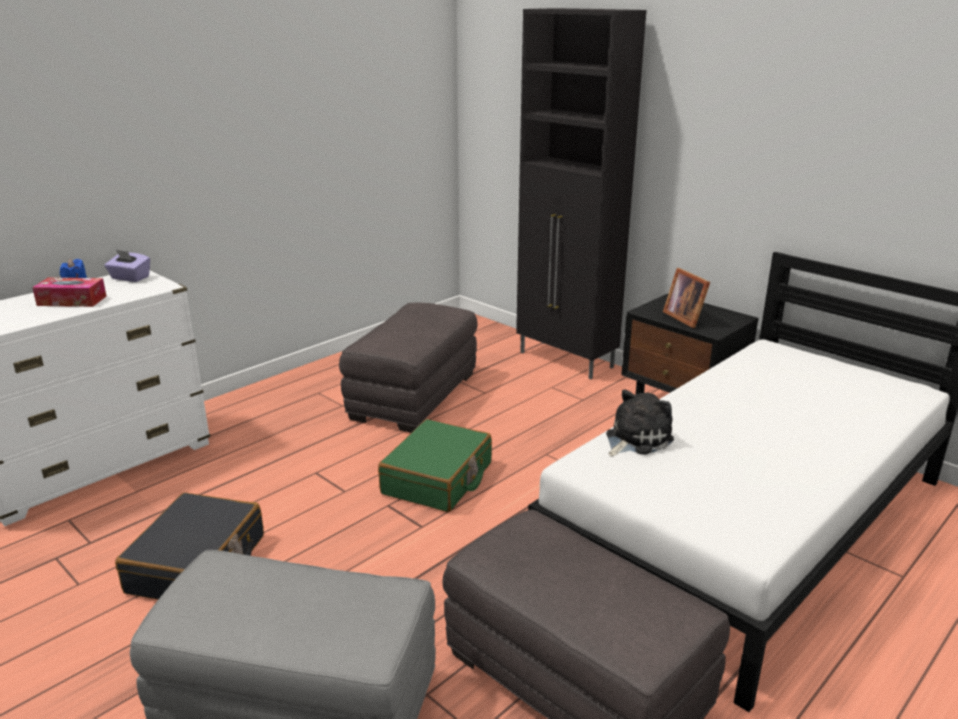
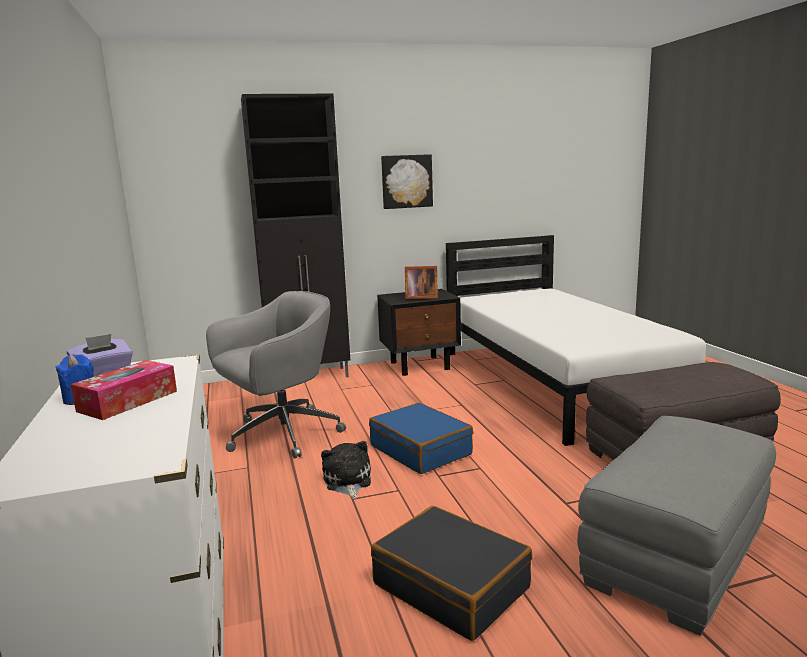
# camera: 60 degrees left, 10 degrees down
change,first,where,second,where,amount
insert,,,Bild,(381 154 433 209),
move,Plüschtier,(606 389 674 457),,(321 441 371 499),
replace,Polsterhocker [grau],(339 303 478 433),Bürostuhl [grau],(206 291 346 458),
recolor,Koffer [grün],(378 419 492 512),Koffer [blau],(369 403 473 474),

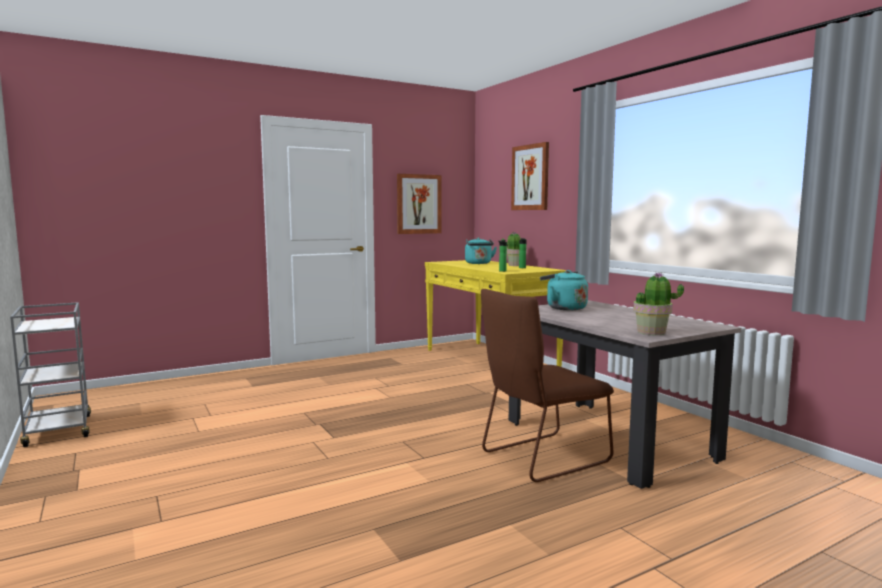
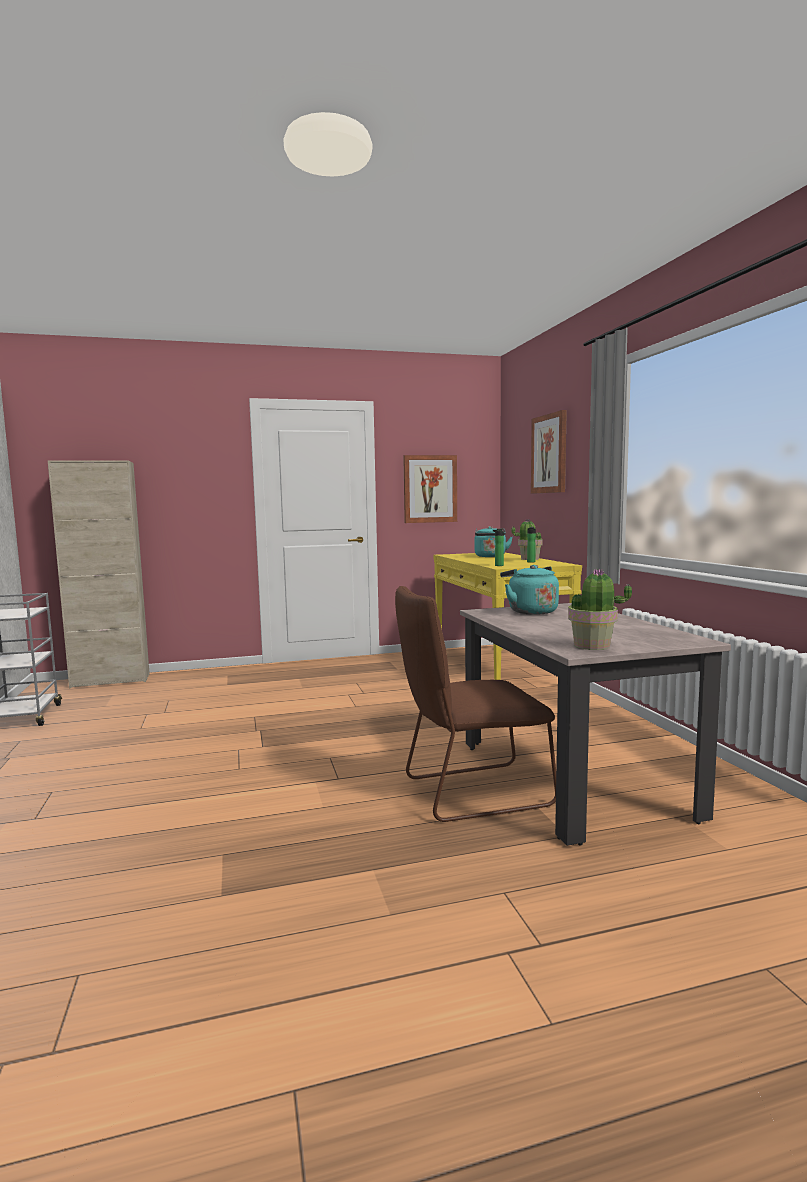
# camera: 15 degrees right, 0 degrees up
change,first,where,second,where,amount
insert,,,Schrank [beige],(48 460 150 688),

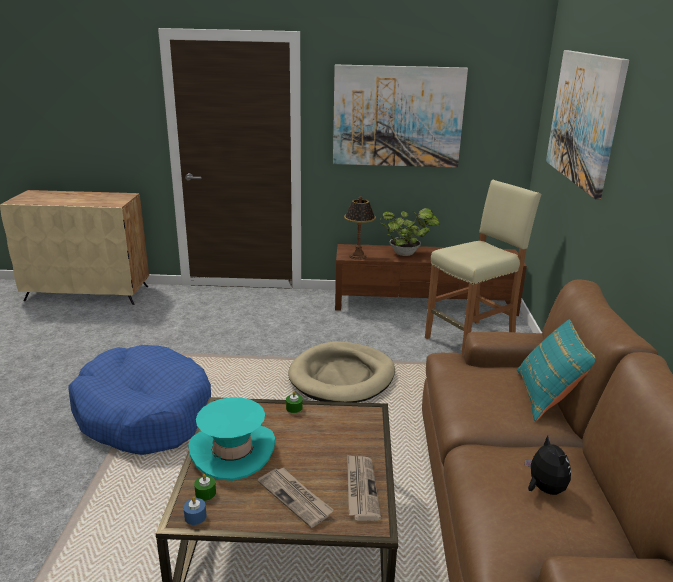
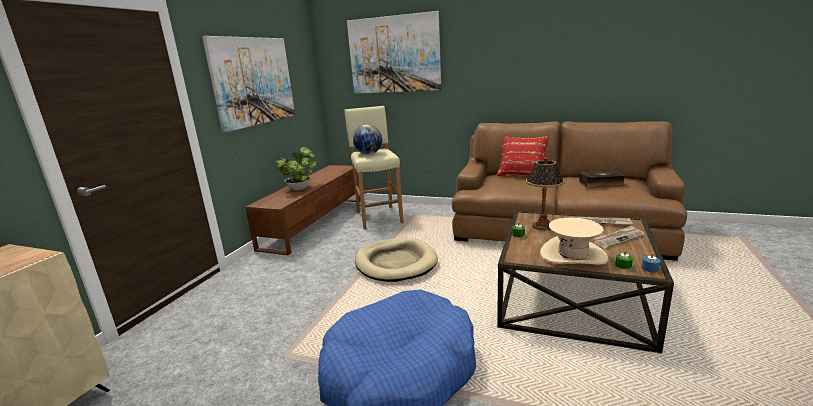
# camera: 70 degrees left, 5 degrees down
change,first,where,second,where,amount
insert,,,Globus,(353 125 382 155),
move,Tischlampe,(344 197 376 260),,(526 157 565 230),
replace,Plüschtier,(525 436 571 495),Buch,(579 170 626 188),
recolor,Hut [türkis],(188 397 275 481),Hut [beige],(540 218 608 265),
recolor,Kissen [türkis],(517 319 595 422),Kissen [rot],(497 137 549 176),

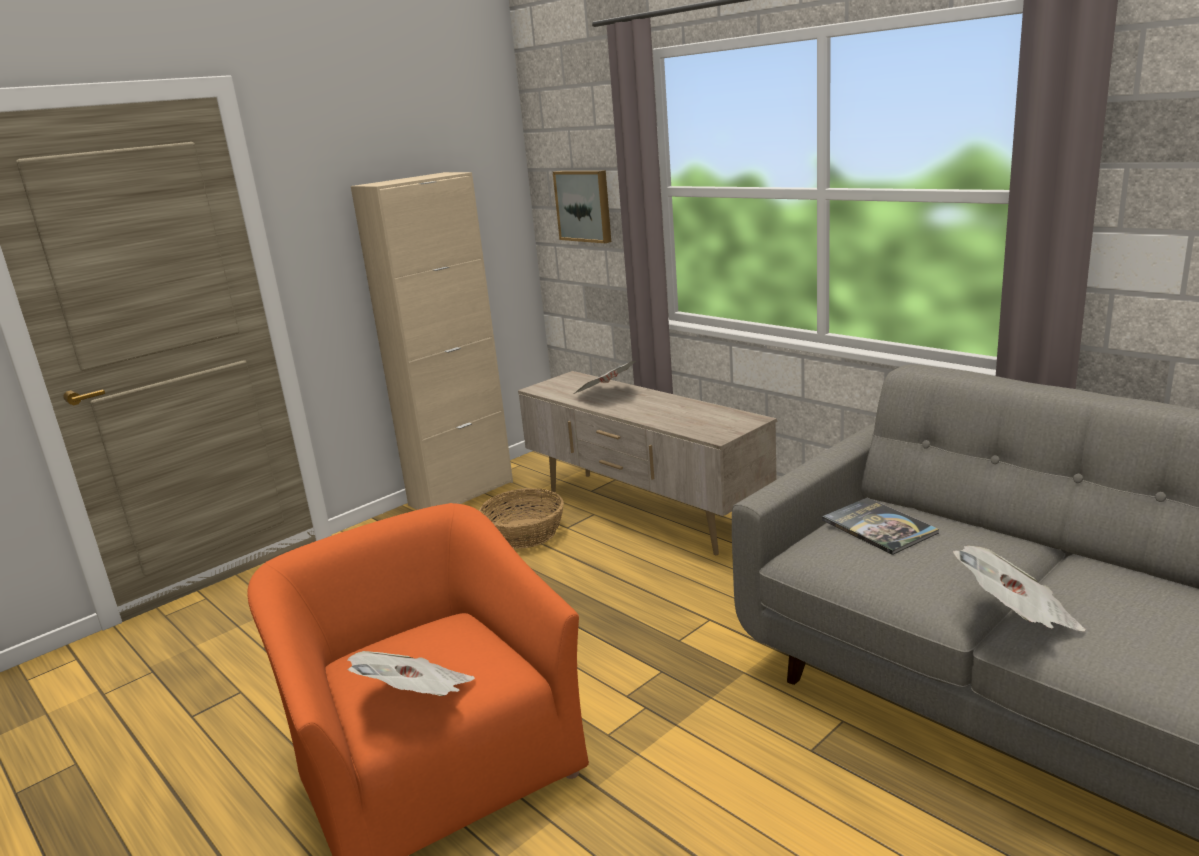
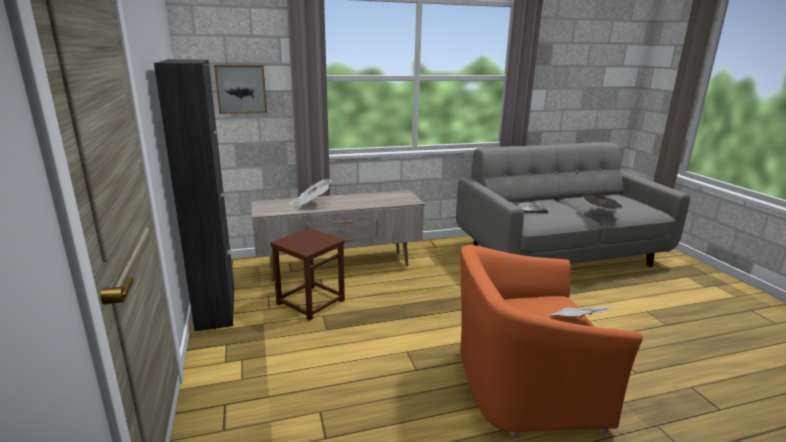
# camera: 65 degrees left, 0 degrees up
change,first,where,second,where,amount
replace,Korb,(479 488 564 549),Hocker [braun],(270 228 345 321),
recolor,Schrank [beige],(351 172 513 510),Schrank [schwarz],(154 59 234 331),

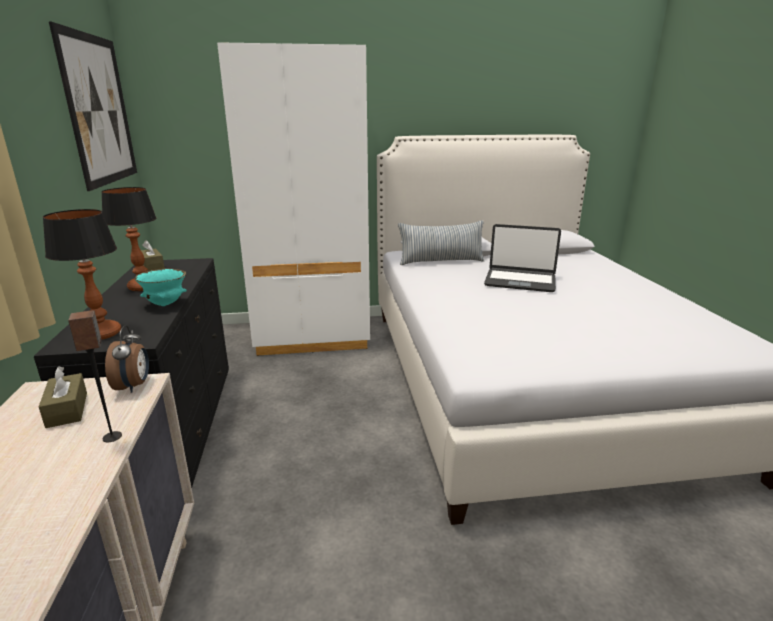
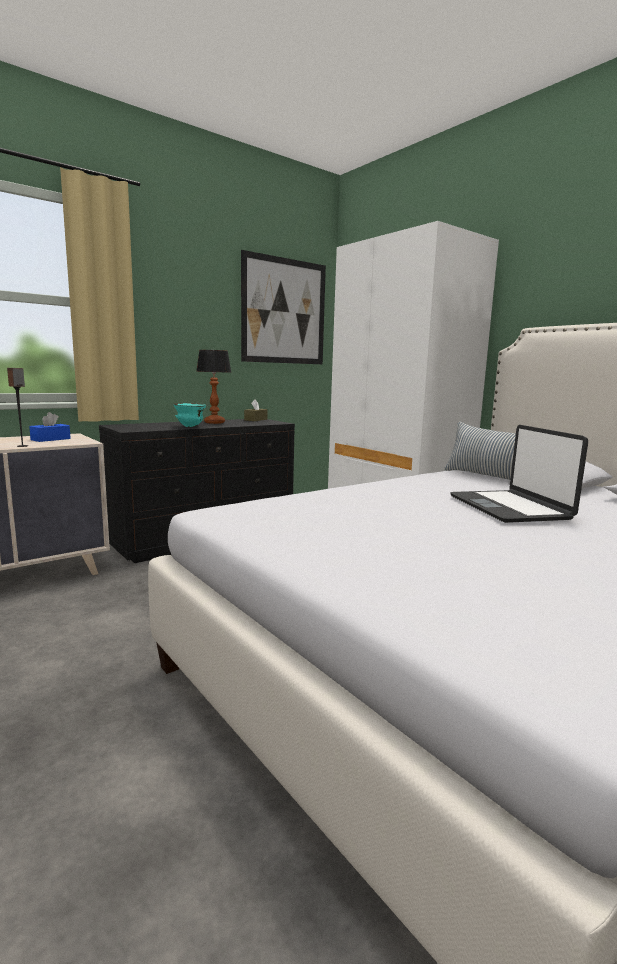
# camera: 60 degrees right, 10 degrees down
change,first,where,second,where,amount
delete,Tischlampe,(43 209 121 340),,,
delete,Wecker,(105 325 149 393),,,
recolor,Taschentuchbox [braun],(39 366 87 428),Taschentuchbox [blau],(29 412 71 442),

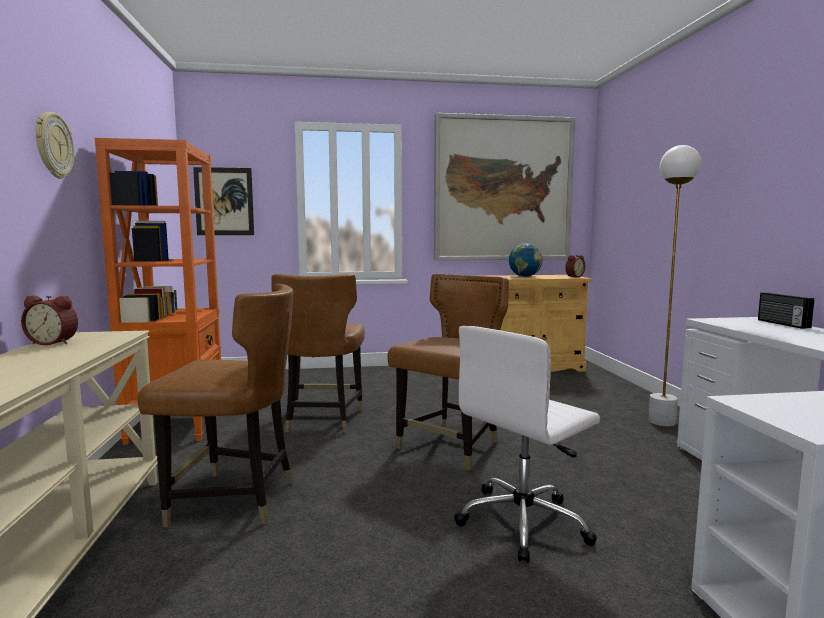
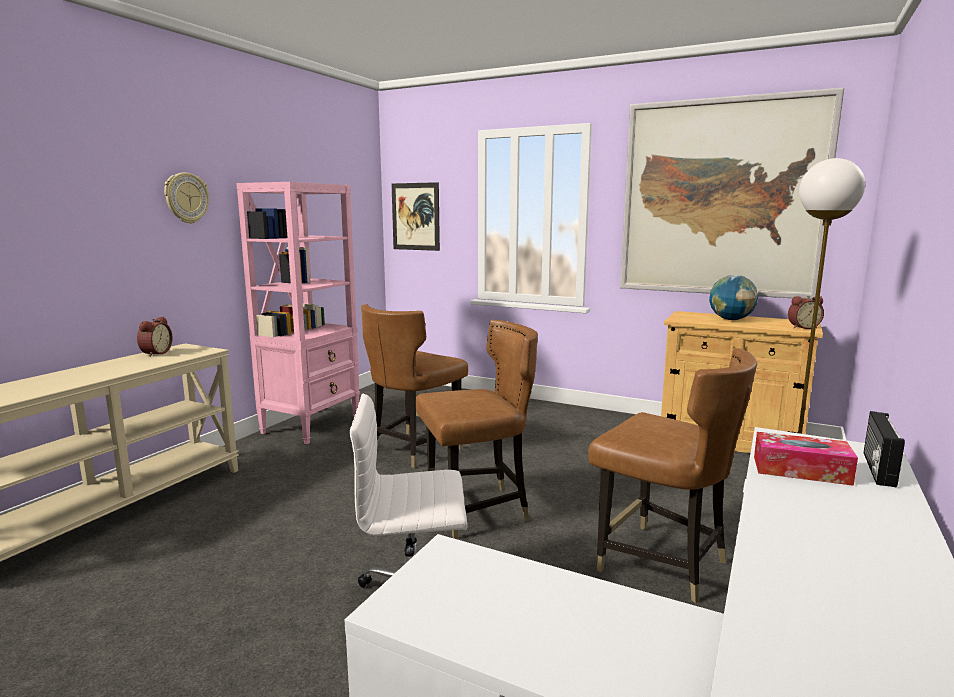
# camera: 35 degrees right, 5 degrees up
change,first,where,second,where,amount
insert,,,Taschentuchbox,(754 432 858 486),
move,Stuhl [braun],(137 284 293 527),,(588 348 757 603),
recolor,Bücherregal [orange],(95 138 221 445),Bücherregal [rosa],(236 182 360 444),
rotate,Wecker,(21 296 78 345),,(137 317 173 357),120 degrees counterclockwise

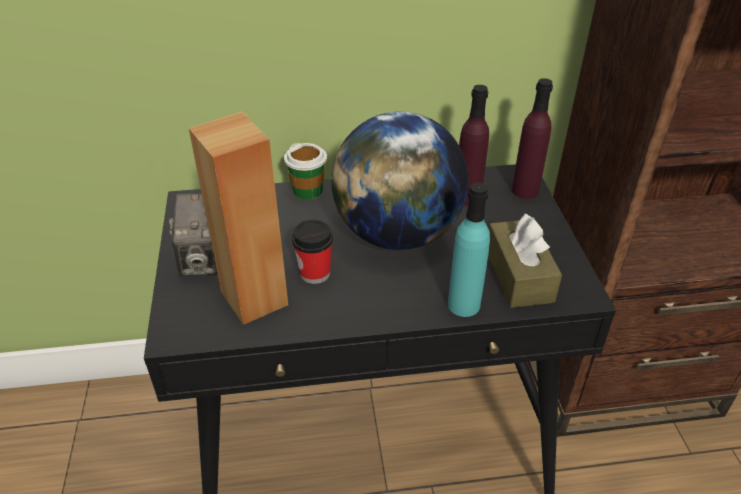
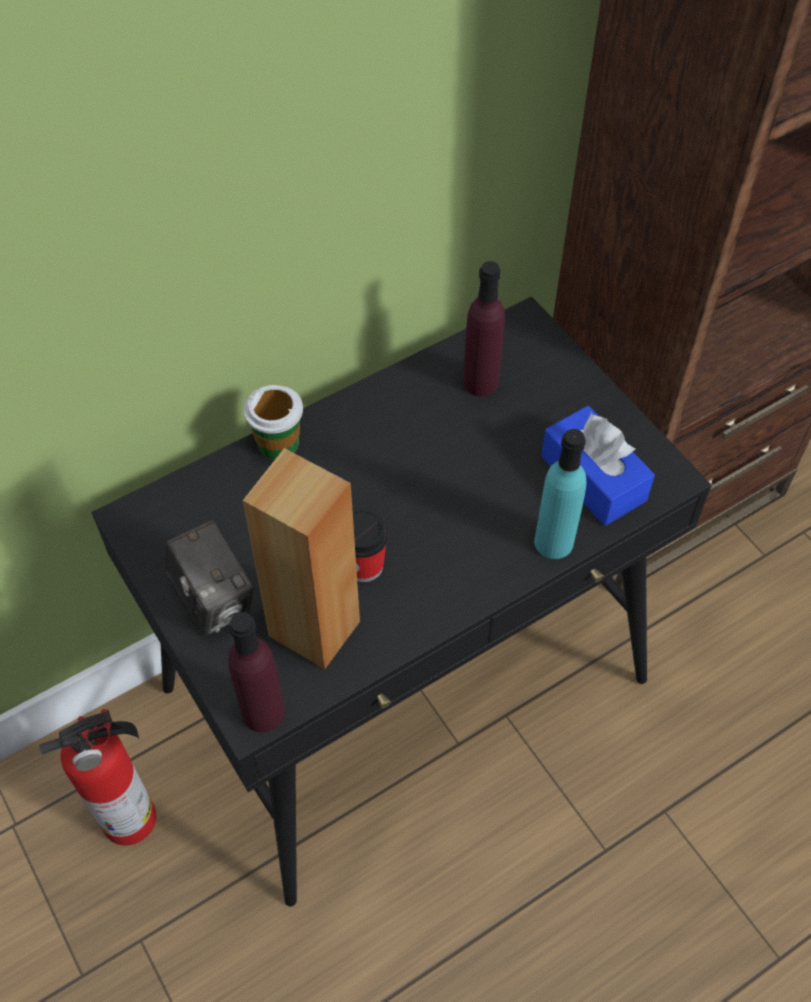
# camera: 25 degrees left, 15 degrees up
change,first,where,second,where,amount
delete,Globus,(331 112 469 250),,,
insert,,,Feuerlöscher,(39 709 156 845),
move,Flasche [lila],(512 78 553 199),,(228 612 285 732),
recolor,Taschentuchbox [braun],(488 214 562 308),Taschentuchbox [blau],(541 406 655 526),

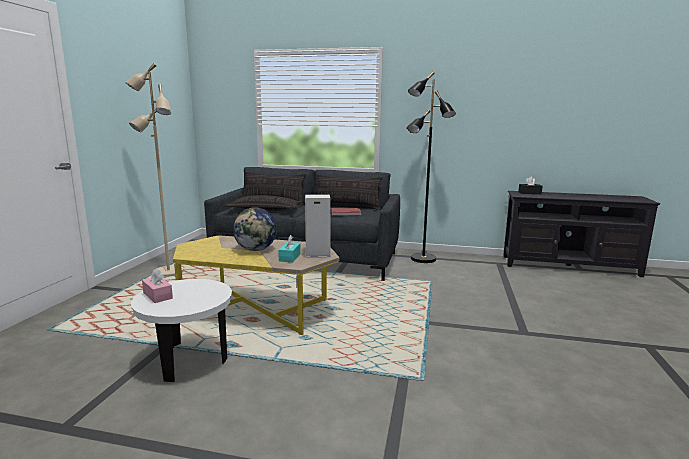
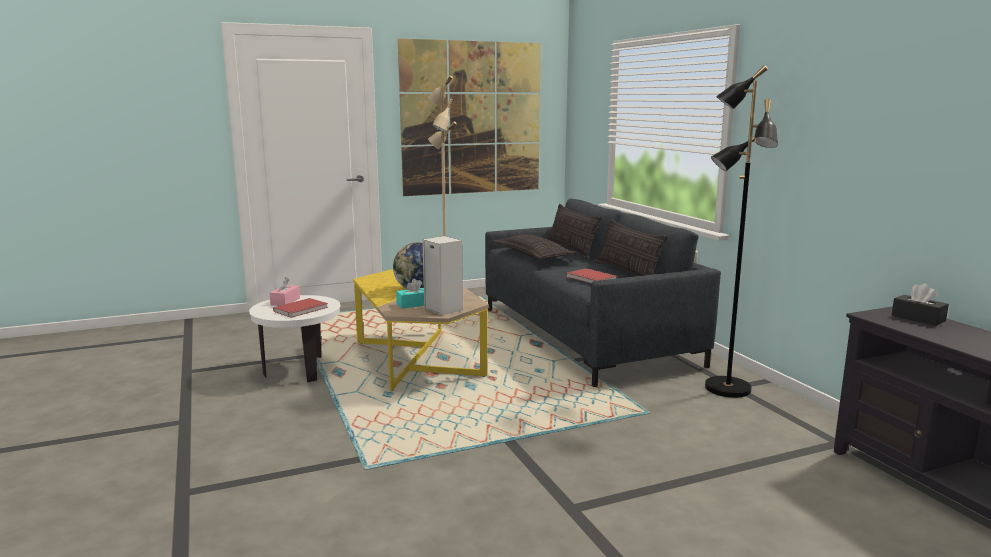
# camera: 55 degrees right, 0 degrees up
change,first,where,second,where,amount
insert,,,Buch [rot],(273 298 328 318),
insert,,,Bild,(398 38 541 196),

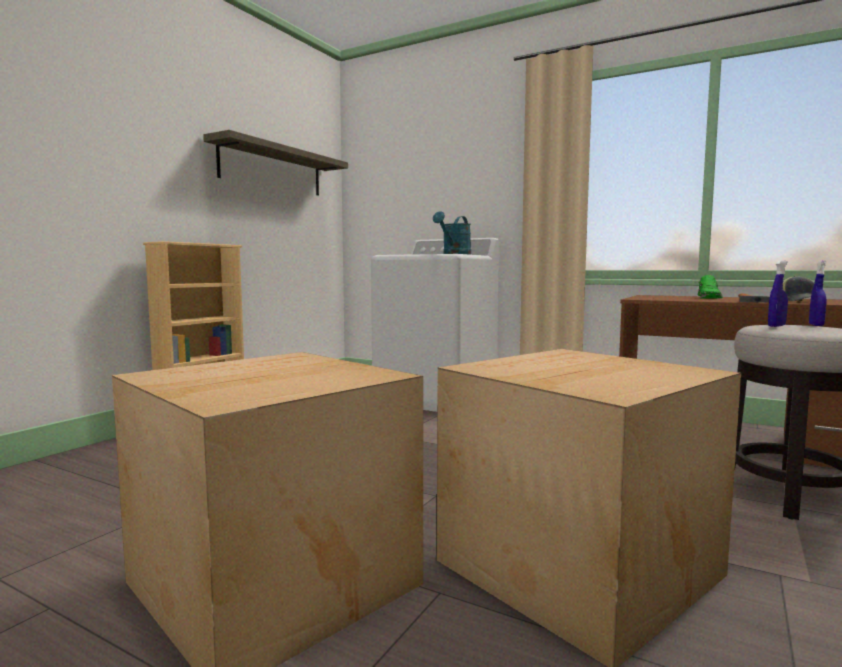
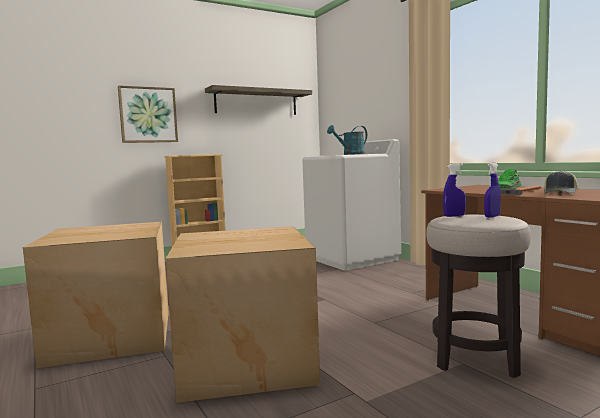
# camera: 30 degrees right, 0 degrees up
change,first,where,second,where,amount
insert,,,Bild,(118 85 178 143),

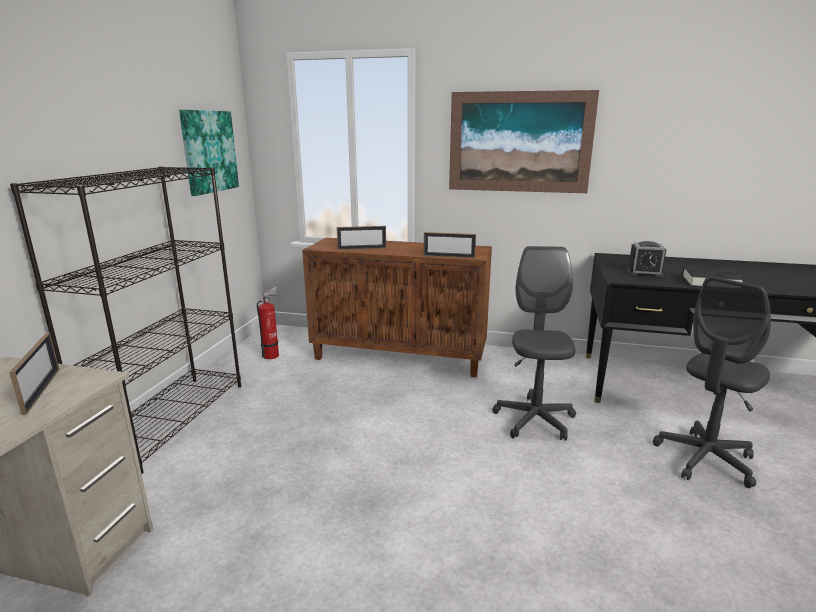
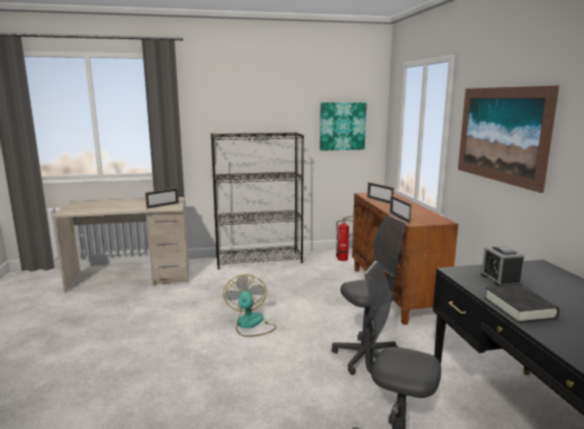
# camera: 65 degrees right, 5 degrees down
change,first,where,second,where,amount
insert,,,Ventilator,(223 275 277 337),

